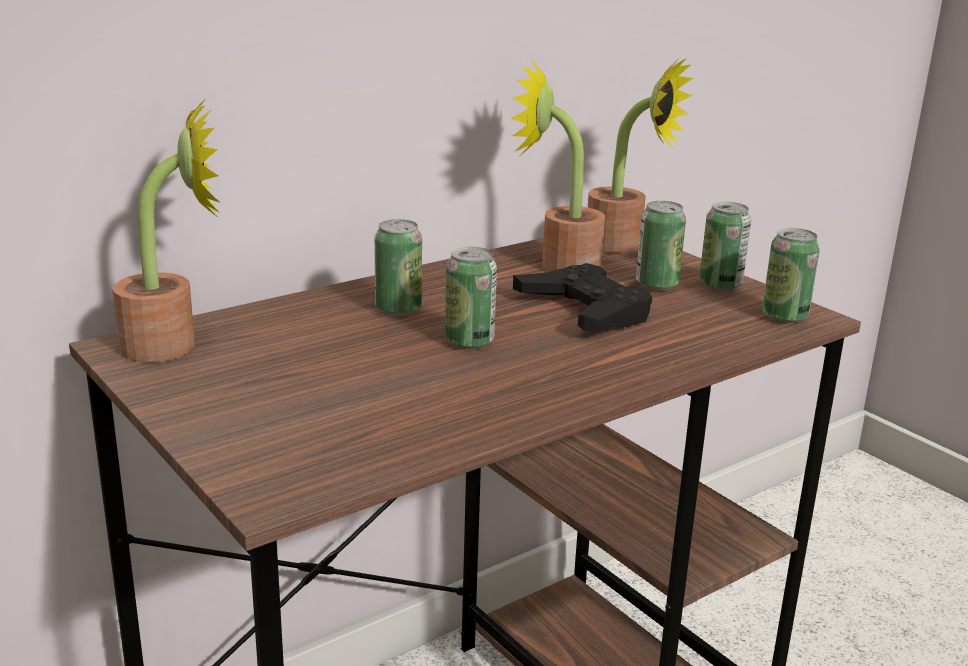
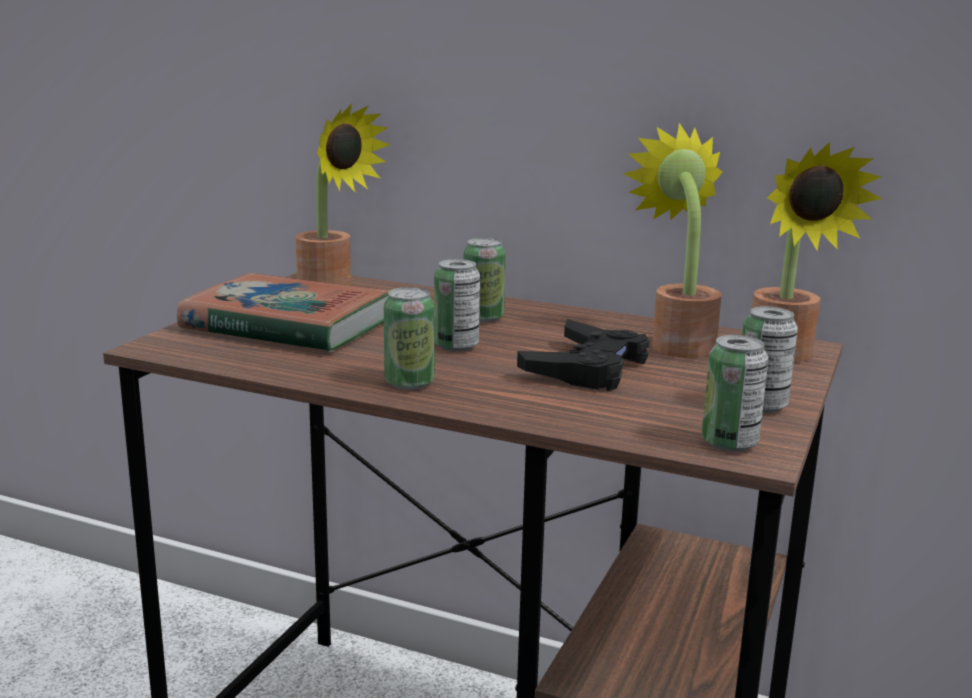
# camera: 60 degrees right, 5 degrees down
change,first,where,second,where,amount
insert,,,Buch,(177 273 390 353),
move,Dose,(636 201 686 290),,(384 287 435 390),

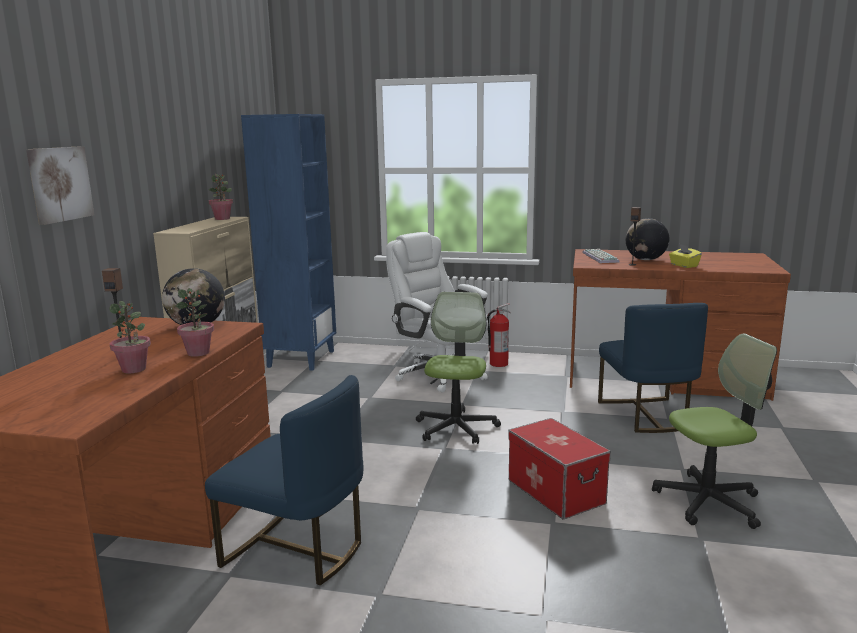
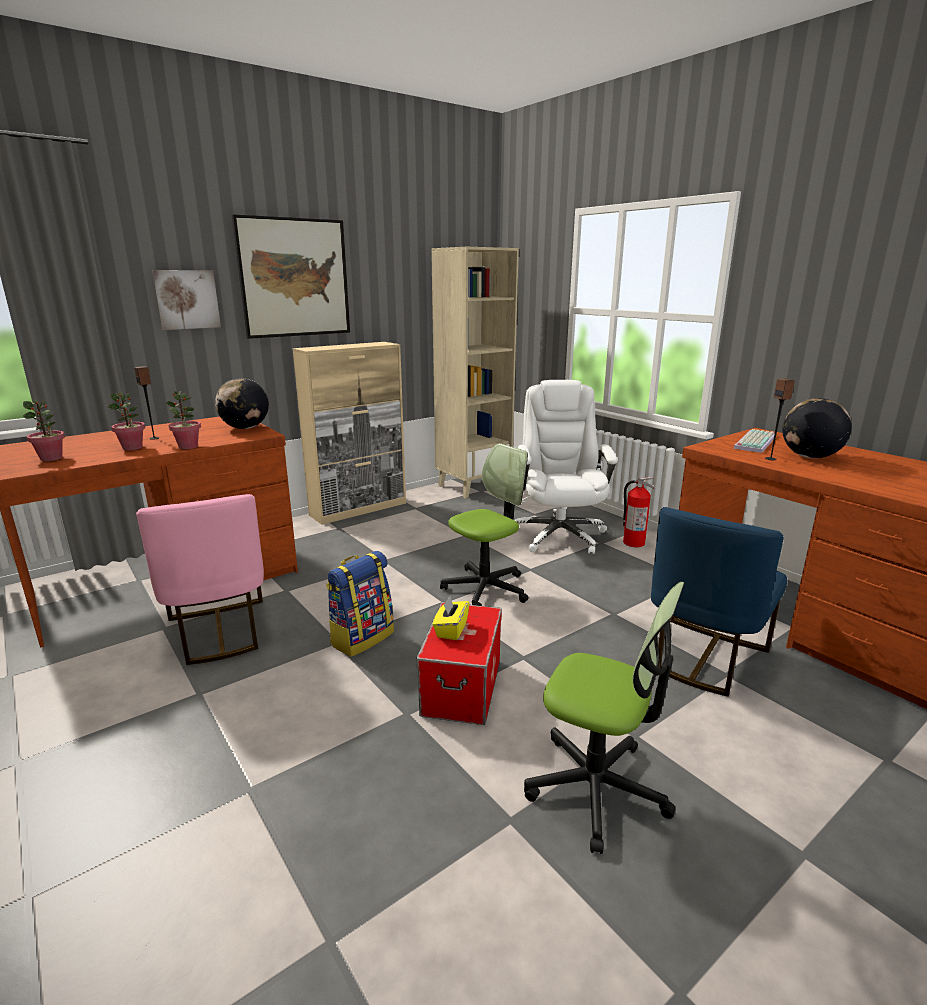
# camera: 40 degrees right, 5 degrees up
change,first,where,second,where,amount
insert,,,Bild,(232 214 350 339),
insert,,,Rucksack,(326 551 394 657),
move,Topfpflanze,(209 174 233 220),,(23 400 65 461),
move,Taschentuchbox [gelb],(669 244 702 268),,(433 596 470 640),
recolor,Stuhl [blau],(205 375 363 585),Stuhl [rosa],(136 494 264 665),
recolor,Bücherregal [blau],(241 114 336 371),Bücherregal [beige],(431 247 519 499),

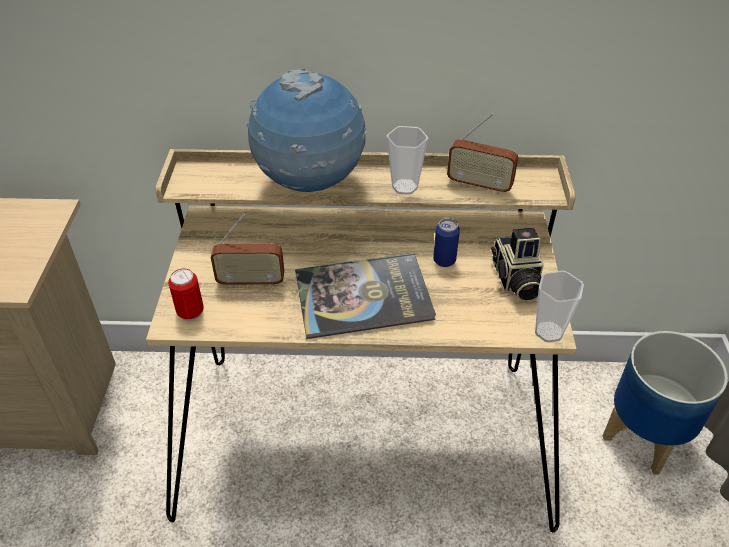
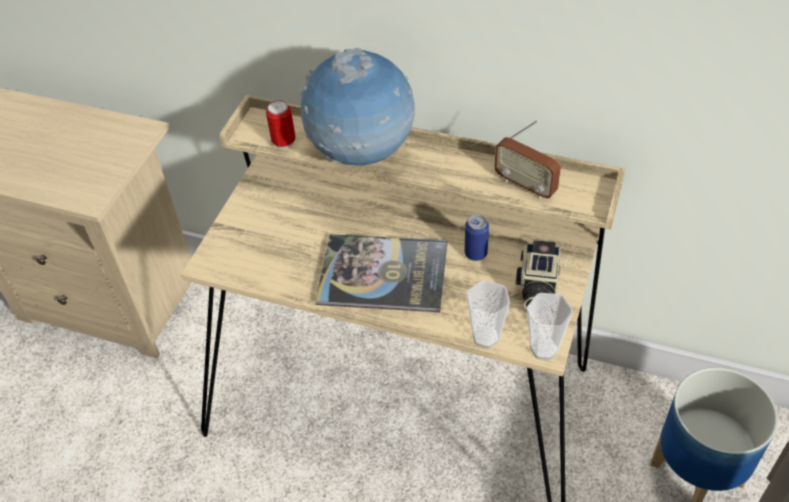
# camera: 20 degrees right, 5 degrees up
change,first,where,second,where,amount
delete,Radio,(211 214 284 288),,,
move,Dose,(168 269 204 321),,(266 100 295 149),
move,Tasse,(387 126 428 195),,(467 280 510 348),

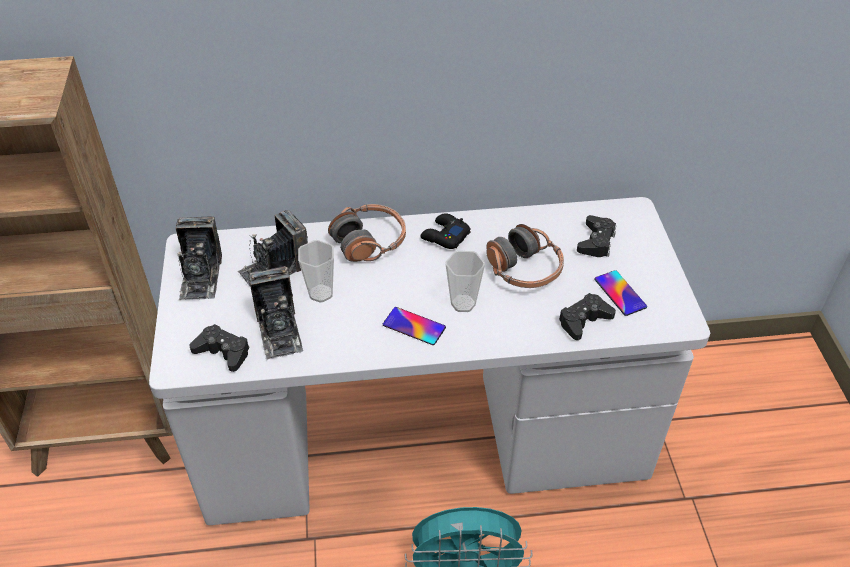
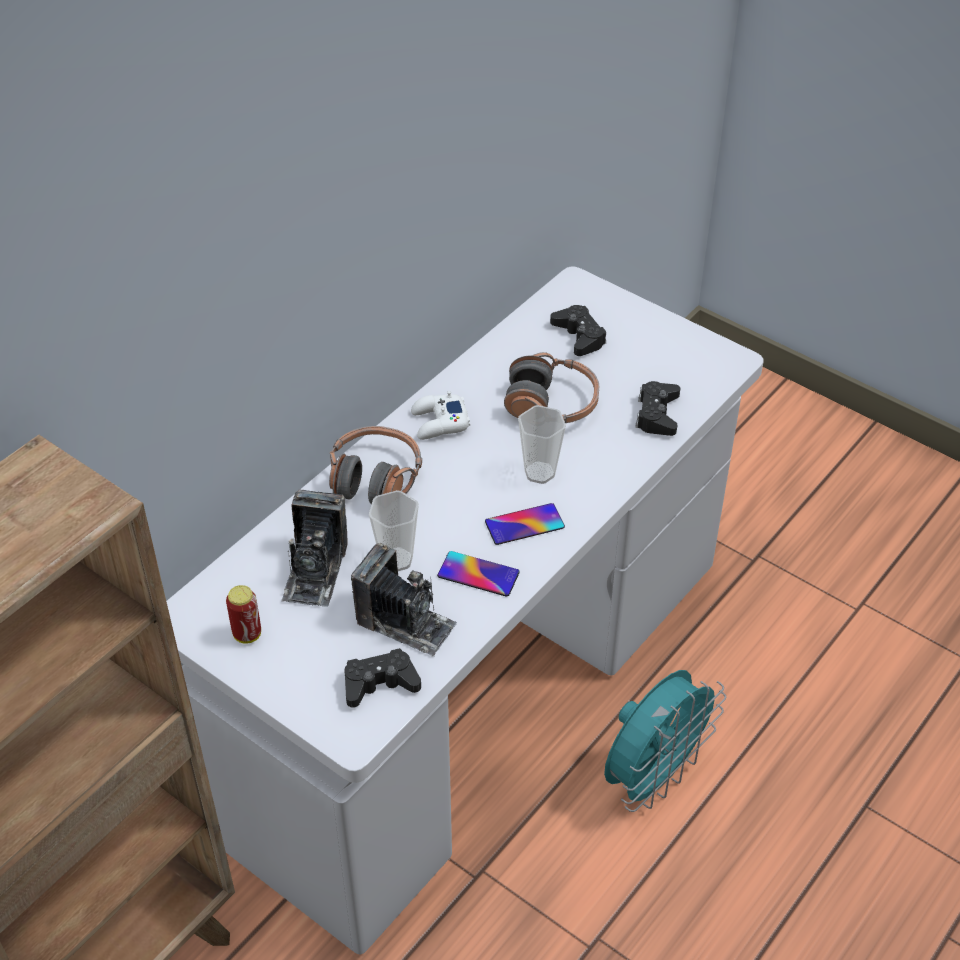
# camera: 45 degrees left, 0 degrees up
change,first,where,second,where,amount
move,Handy,(594 270 647 316),,(437 551 520 597),
replace,Kamera,(176 216 222 300),Dose,(226 585 261 644),
recolor,Gamepad [schwarz],(420 213 471 249),Gamepad [weiß],(411 391 470 440),

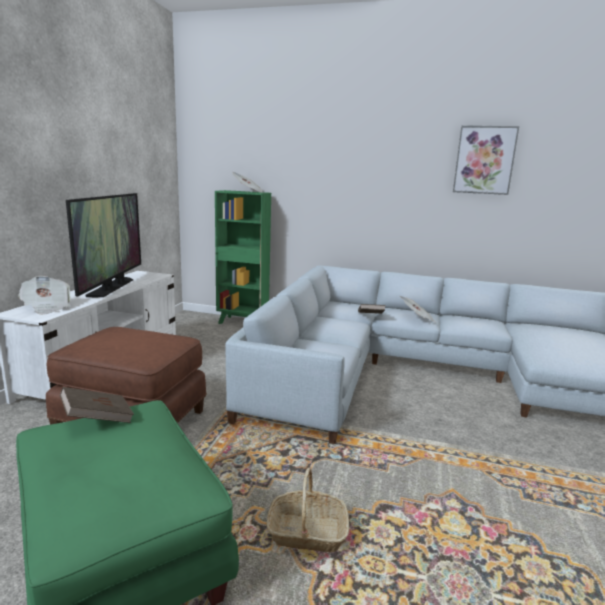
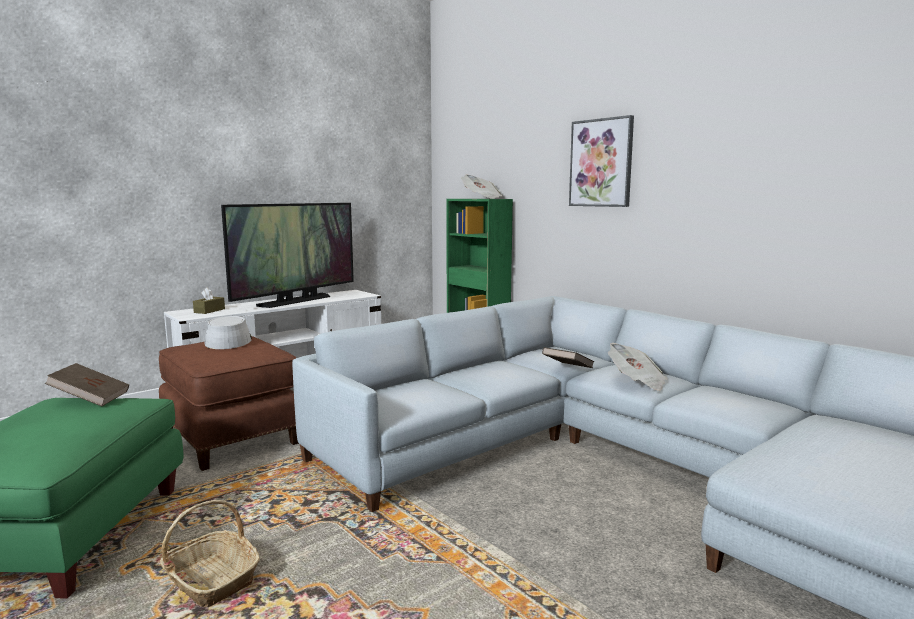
# camera: 35 degrees right, 5 degrees down
change,first,where,second,where,amount
insert,,,Hut [grau],(205 316 252 349),
move,Bild,(453 125 519 195),,(569 115 634 207),
replace,Zeitung,(18 276 71 315),Taschentuchbox [braun],(193 288 225 314),

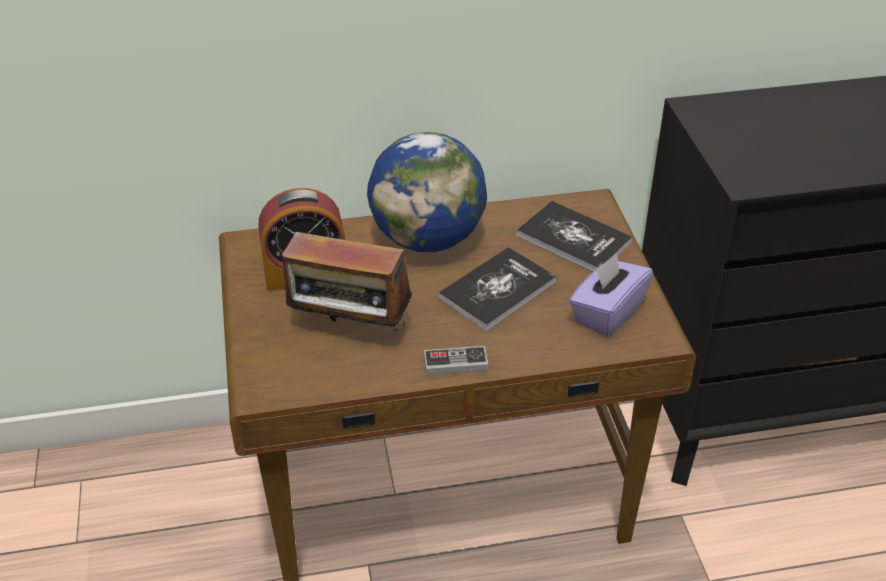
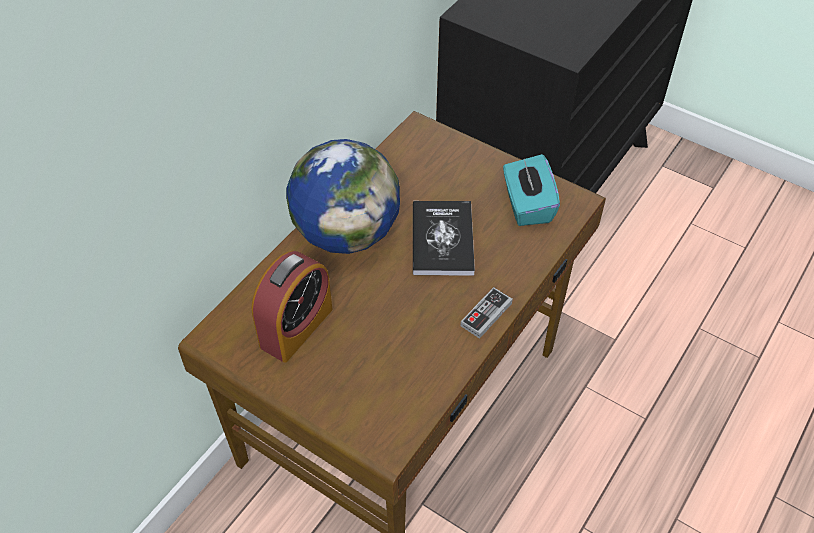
# camera: 45 degrees left, 10 degrees up
change,first,where,second,where,amount
delete,Radio,(282 219 412 333),,,
delete,Buch,(516 201 633 272),,,
recolor,Taschentuchbox [lila],(569 253 653 337),Taschentuchbox [türkis],(503 154 560 226),

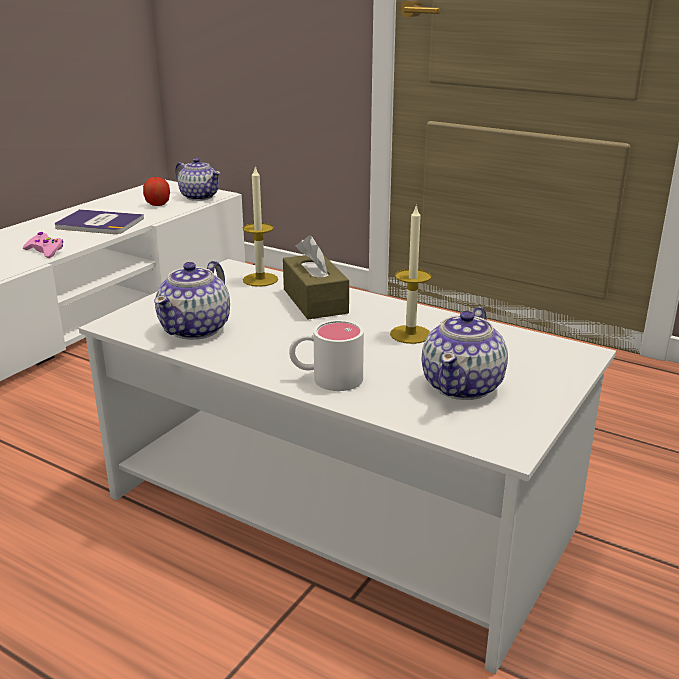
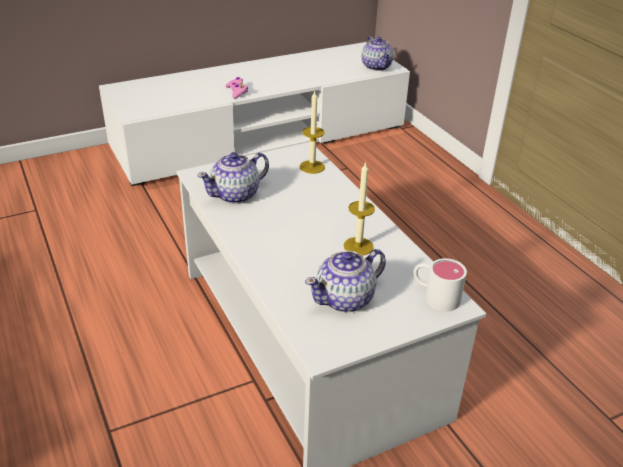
# camera: 30 degrees right, 10 degrees up
change,first,where,second,where,amount
delete,Buch,(55 209 144 234),,,
delete,Apfel,(143 177 170 206),,,
delete,Taschentuchbox [braun],(283 235 349 319),,,
move,Henkelbecher [weiß],(289 320 364 391),,(413 258 467 311),

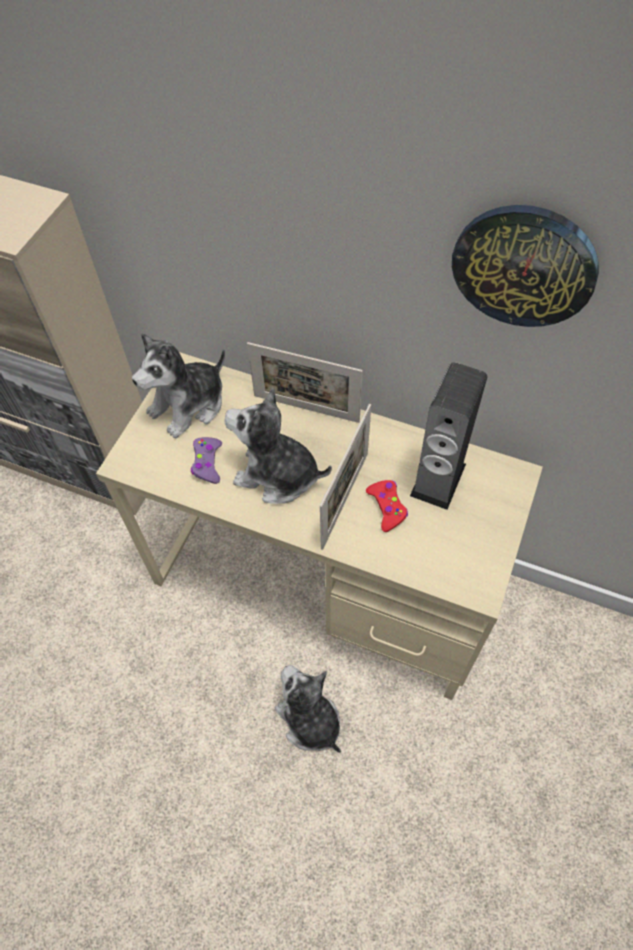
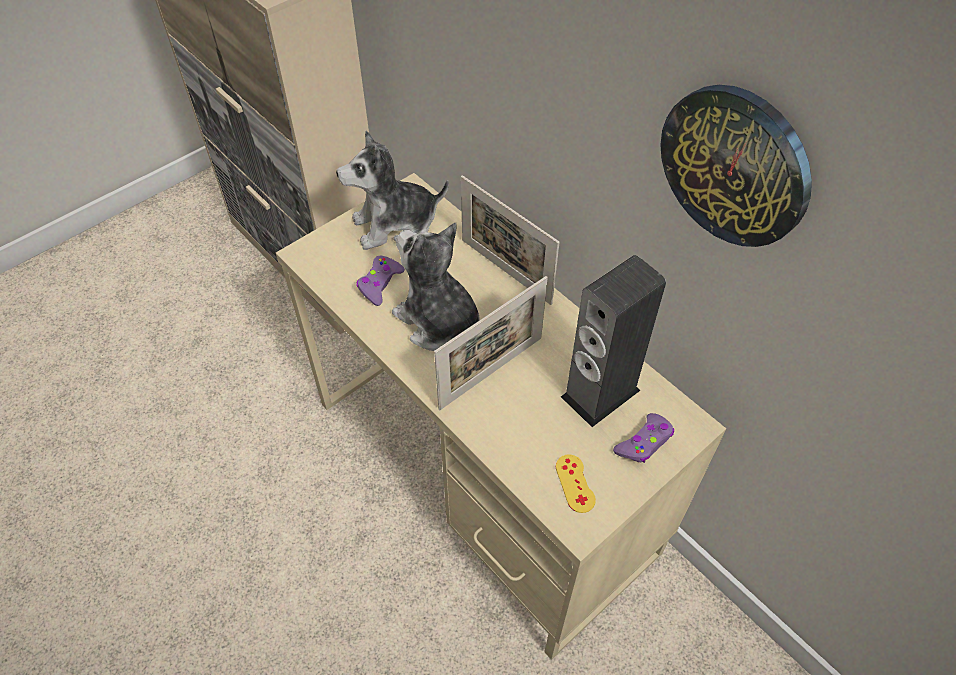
# camera: 25 degrees right, 5 degrees down
change,first,where,second,where,amount
delete,Plüschtier,(275 665 341 753),,,
delete,Gamepad [rot],(366 480 408 532),,,
insert,,,Gamepad [gelb],(556 454 596 513),
insert,,,Gamepad [lila],(613 413 674 463),

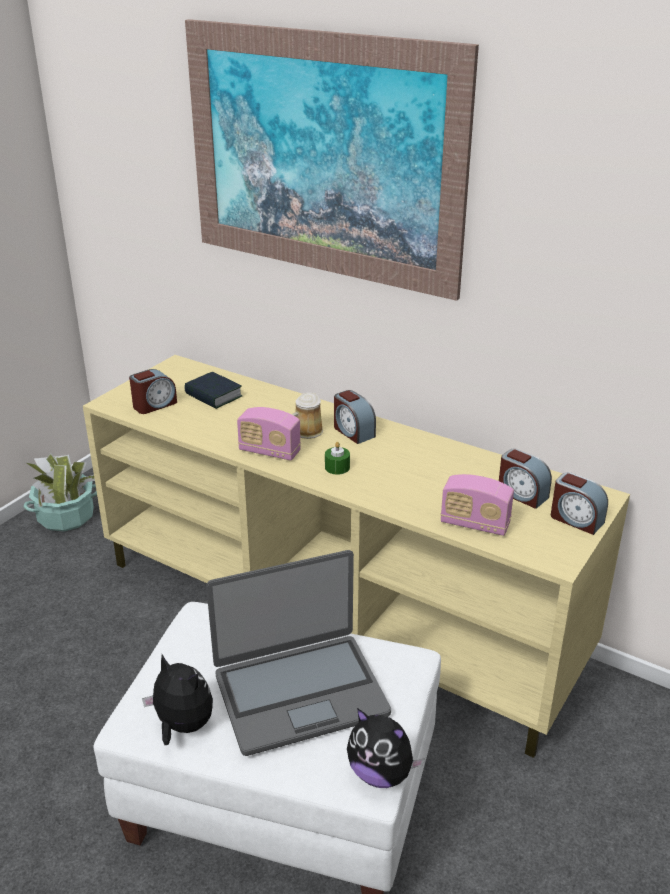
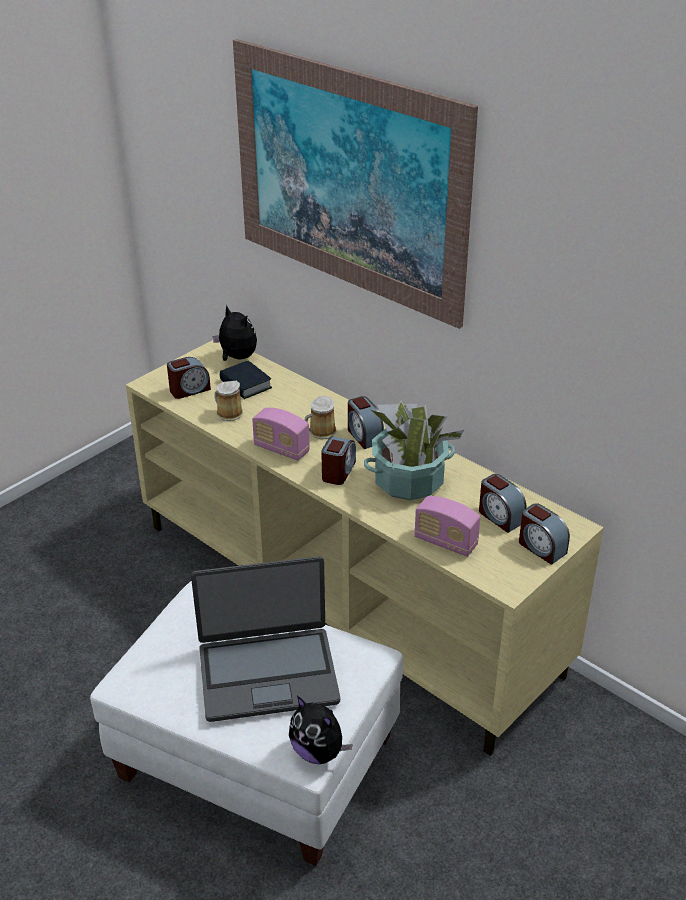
# camera: 10 degrees right, 5 degrees up
change,first,where,second,where,amount
insert,,,Henkelbecher,(215 381 243 421),
move,Topfpflanze,(23 453 97 532),,(364 401 464 500),
move,Plüschtier,(142 654 213 745),,(213 305 257 361),
replace,Kerze [grün],(325 442 350 475),Wecker,(321 436 356 485),

